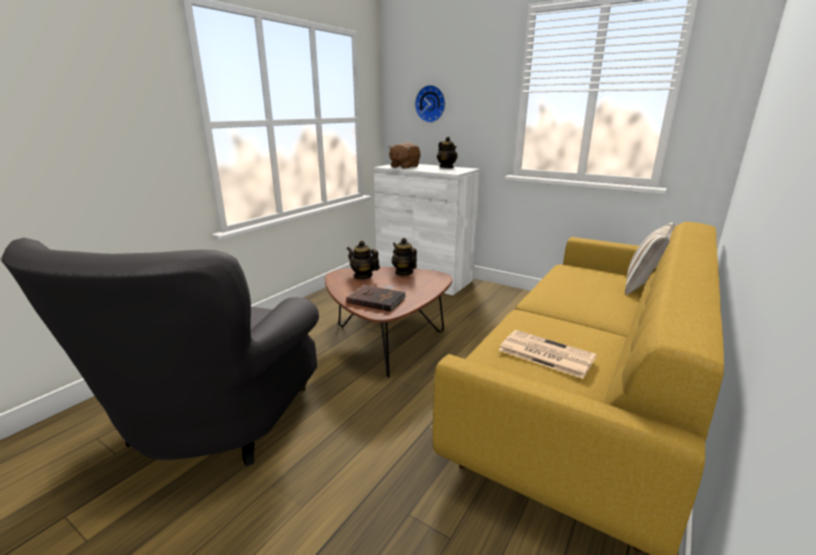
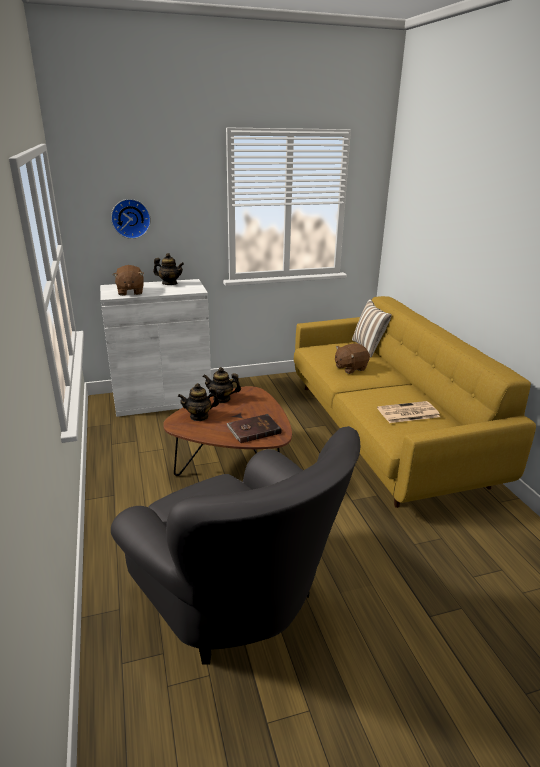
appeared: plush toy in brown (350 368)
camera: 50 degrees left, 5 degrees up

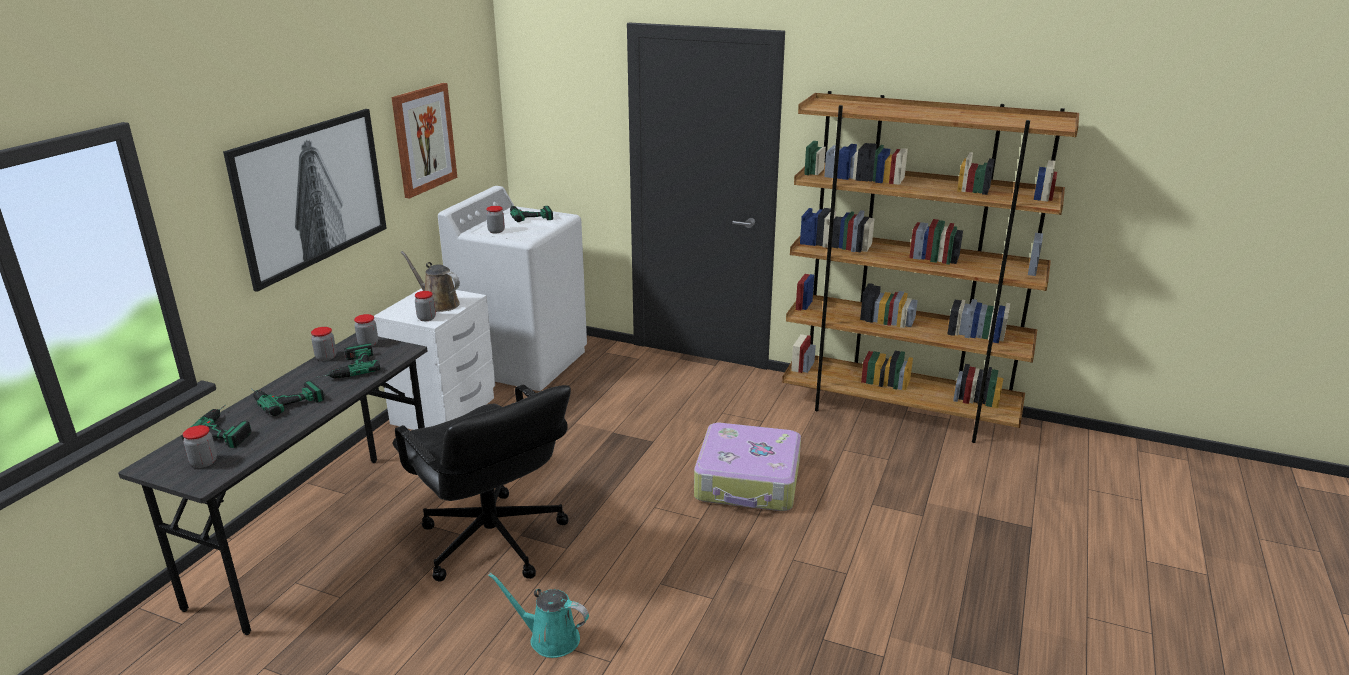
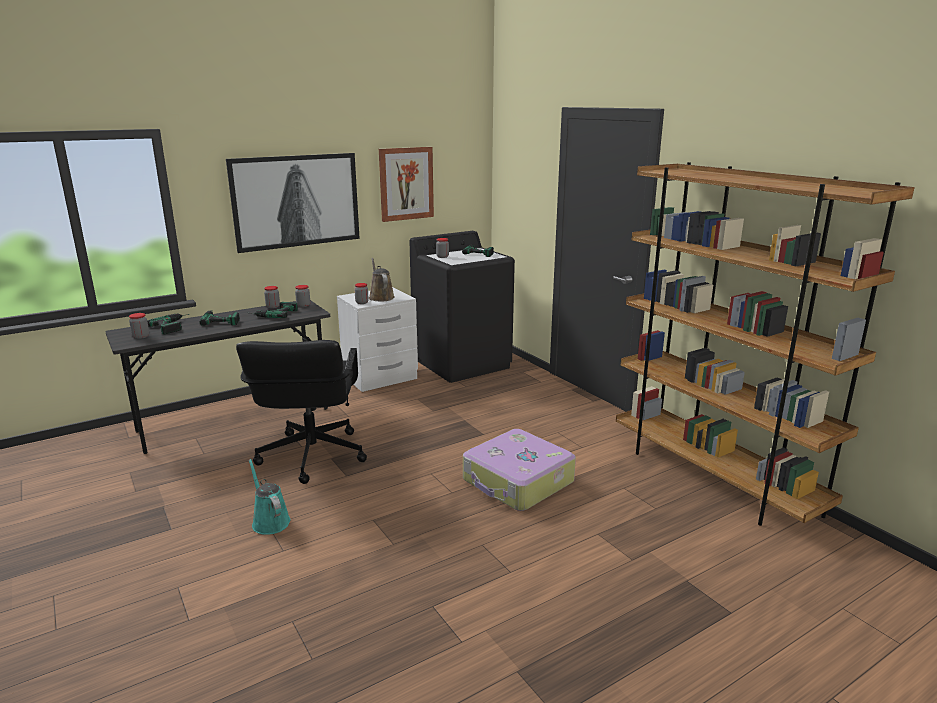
colour: washing machine in white (523 361) to washing machine in black (462 363)
camera: 35 degrees right, 5 degrees down

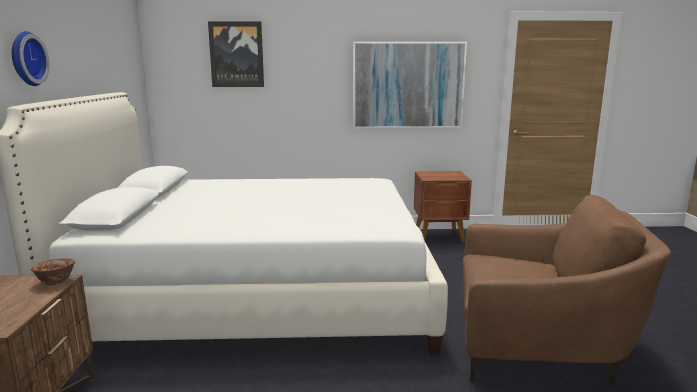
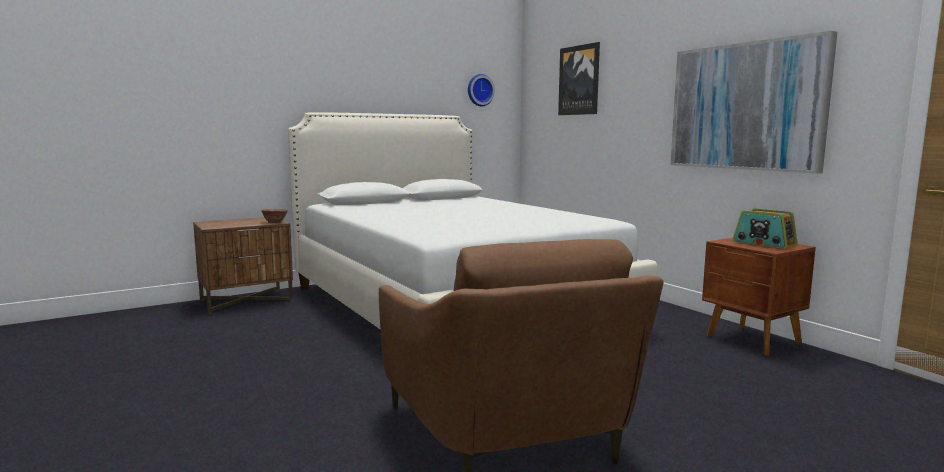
appeared: radio (764 243)
relocated: wall clock (25 59) to (479 90)
camera: 60 degrees right, 5 degrees down

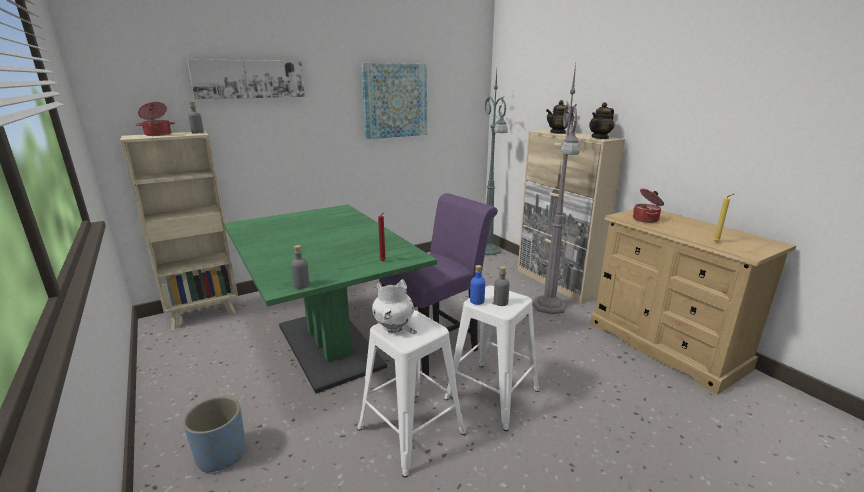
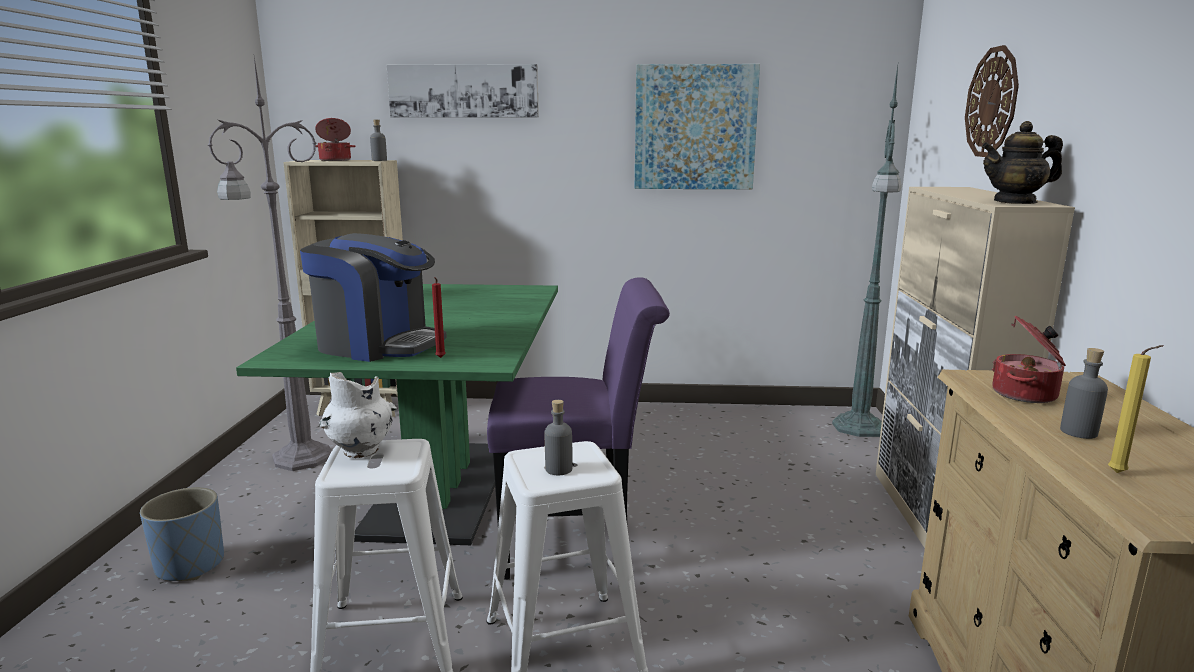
missing: teapot (558 132); bottle in blue (477 301)
appeared: wall clock (992 102); coffee machine (378 345)
relocated: floor lamp in grey (549 306) to (299 458); bottle in grey (301 285) to (1078 432)
camera: 35 degrees right, 5 degrees down

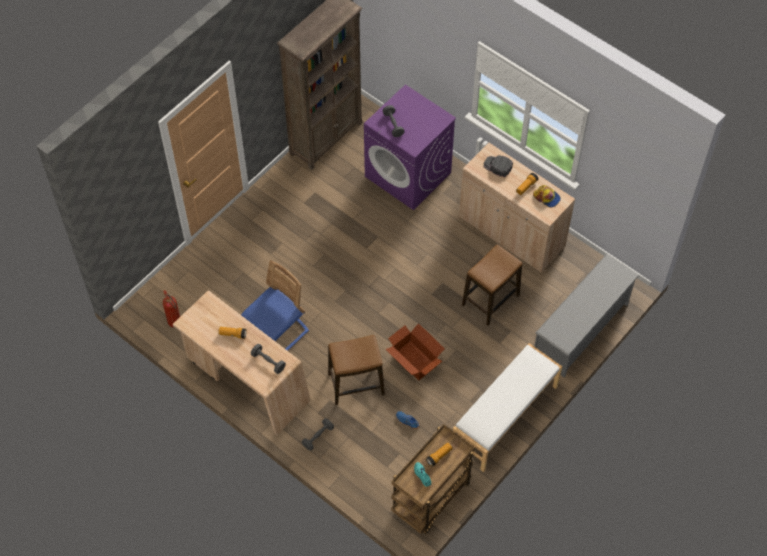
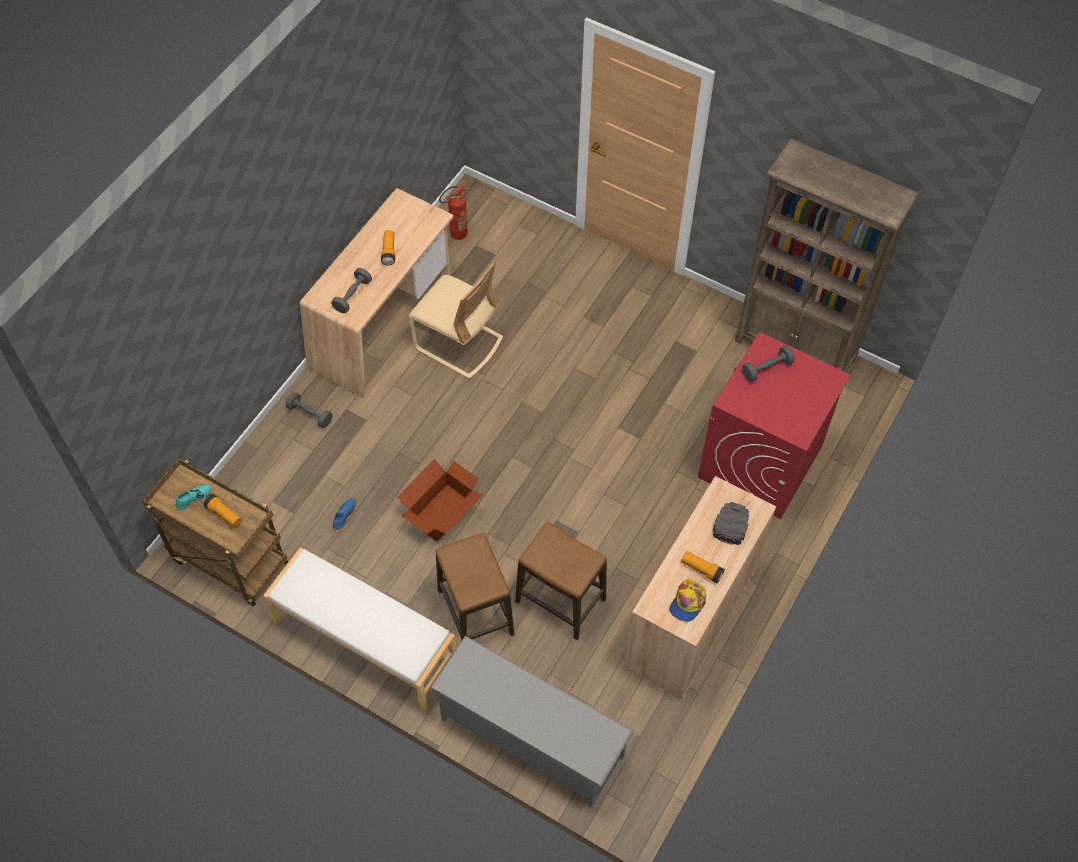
relocated: stool (356 384) to (475 612)
colour: washing machine in purple (408 175) to washing machine in red (760 462); chair in blue (276 334) to chair in beige (458 343)
camera: 80 degrees right, 0 degrees up

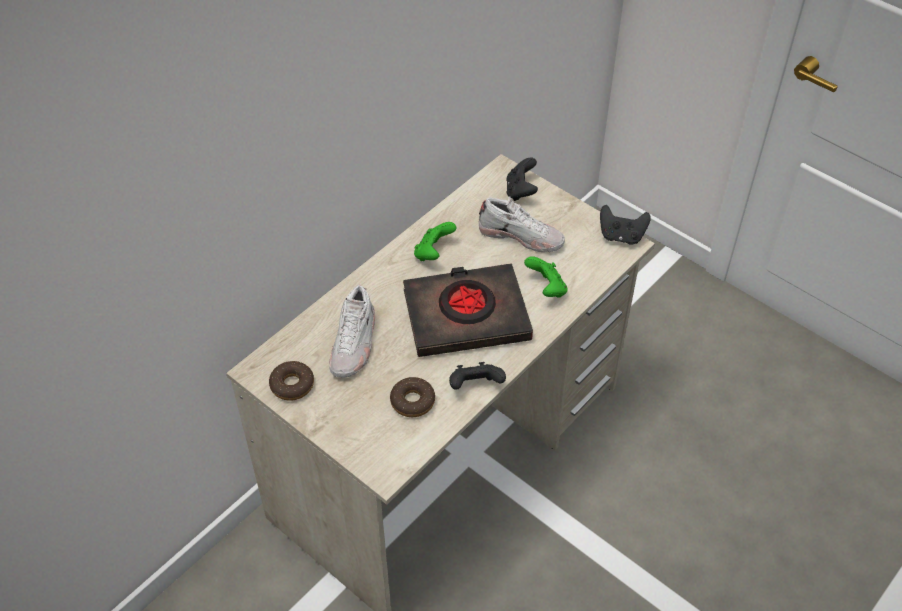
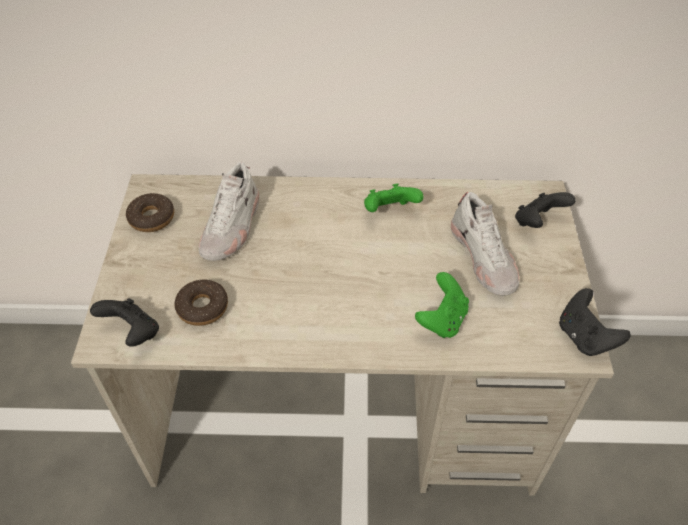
missing: book in black (466 316)
relocated: game controller in black (475 386) to (133 333)
spun: shoe in white (354 344) = (232 227) 45 degrees counterclockwise
camera: 50 degrees right, 0 degrees up

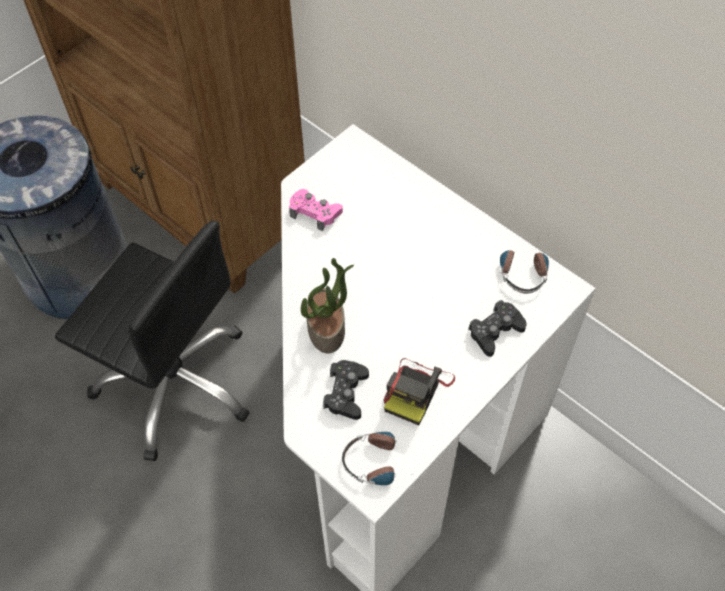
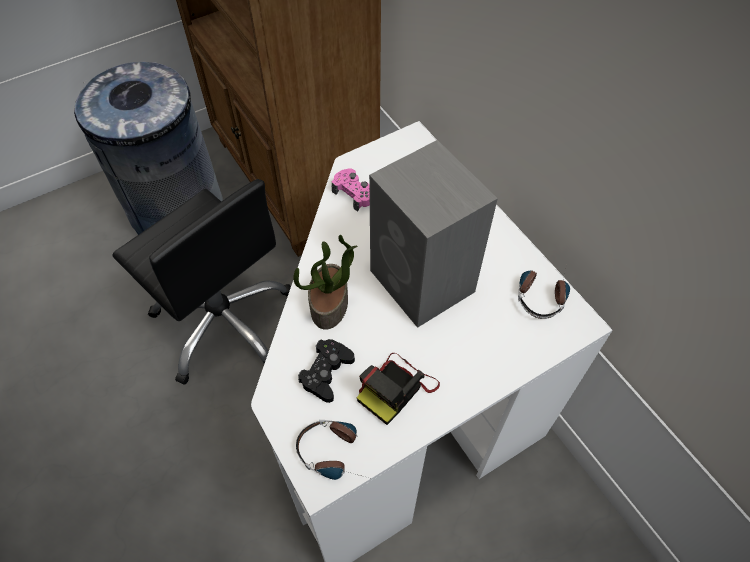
missing: game controller in black (495 331)
appeared: speaker in grey (423 283)
camera: 15 degrees right, 0 degrees up

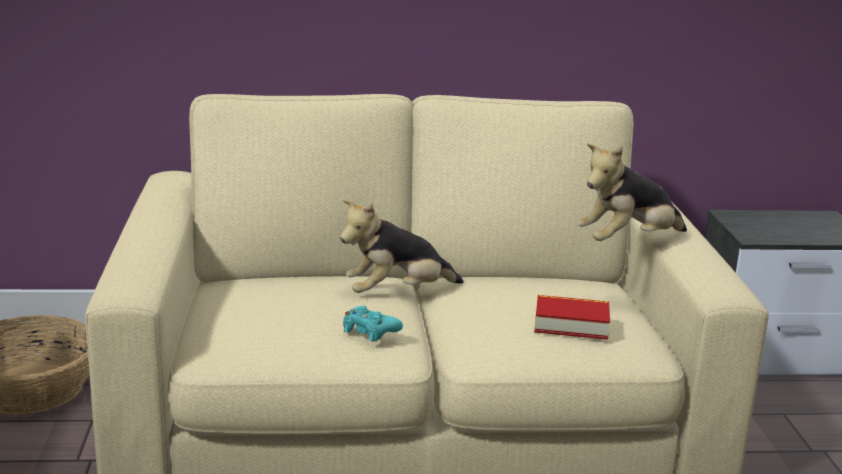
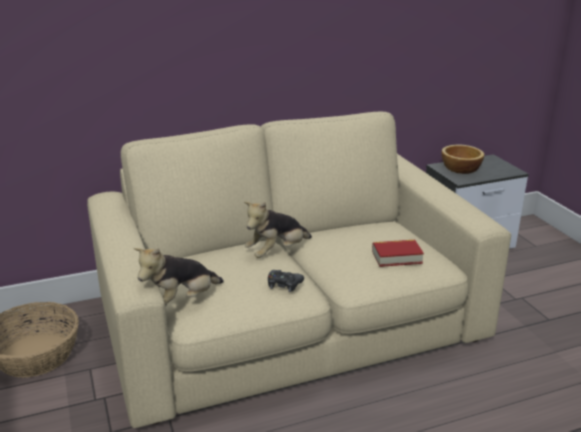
appeared: bowl (460 168)
relocated: plush toy (628 242) to (181 303)
colour: game controller in turquoise (369 331) to game controller in black (284 284)
camera: 15 degrees left, 5 degrees up

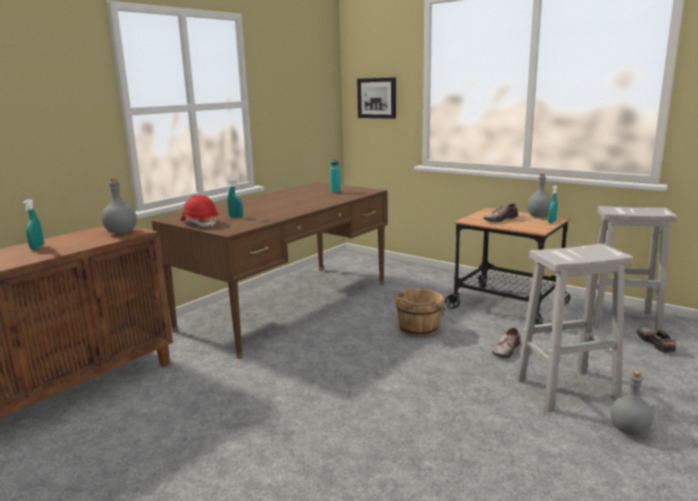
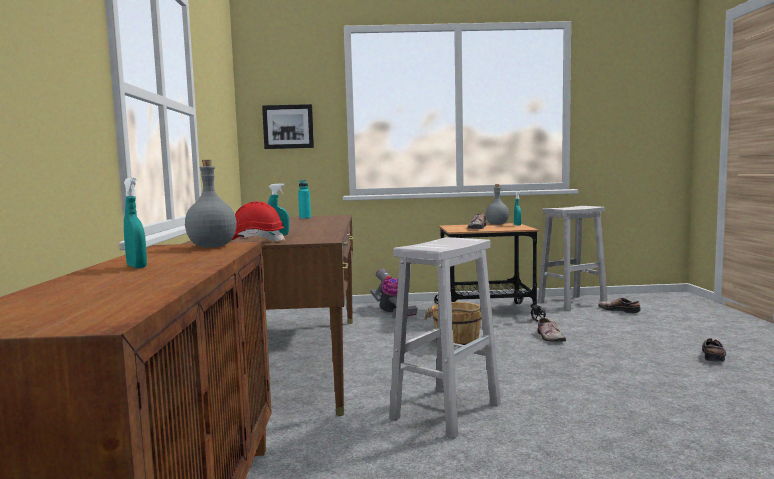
appeared: vacuum cleaner (391 312)
relocated: stool in white (567 389) to (447 410)
exchanged: bottle in grey (628 430) to shoe (715 356)
camera: 40 degrees left, 10 degrees down

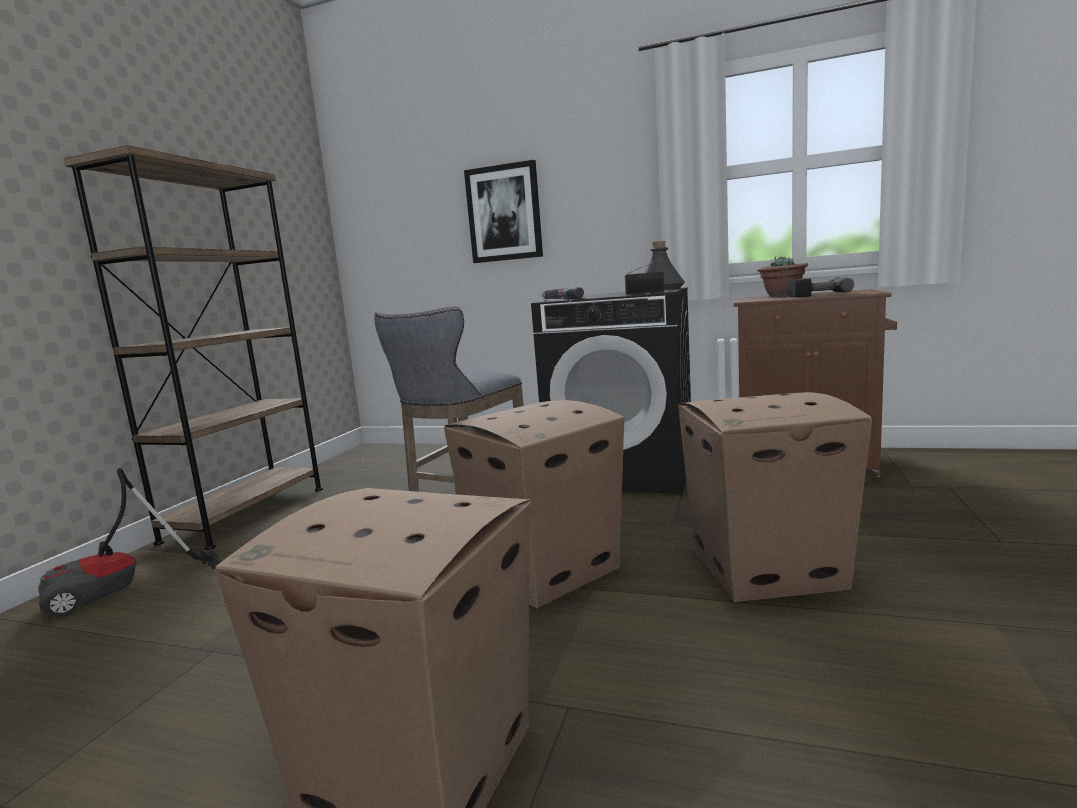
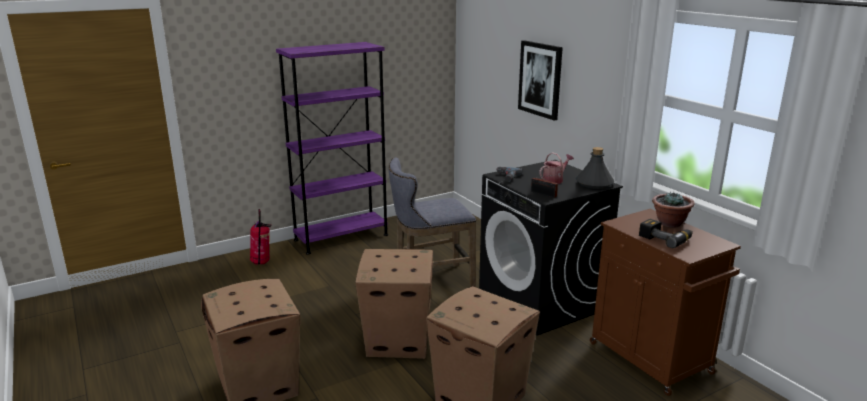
appeared: watering can (554 180)
exchanged: vacuum cleaner (121 592) to fire extinguisher (261 263)
colour: bookcase in brown (246 514) to bookcase in purple (341 237)
camera: 40 degrees right, 10 degrees up

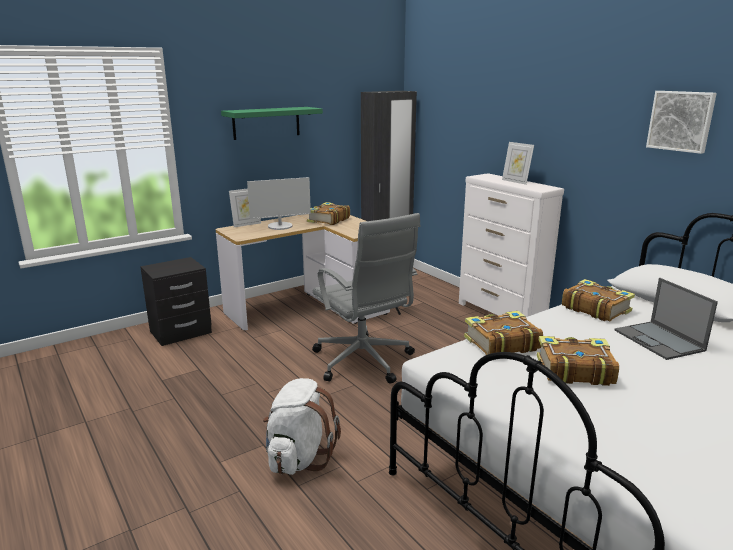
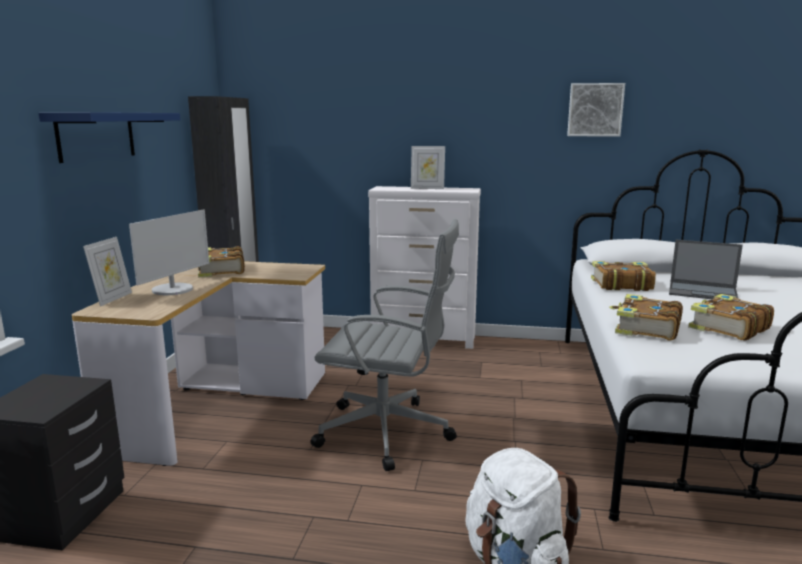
colour: shelf in green (266 123) to shelf in blue (96 136)
camera: 45 degrees left, 5 degrees down

